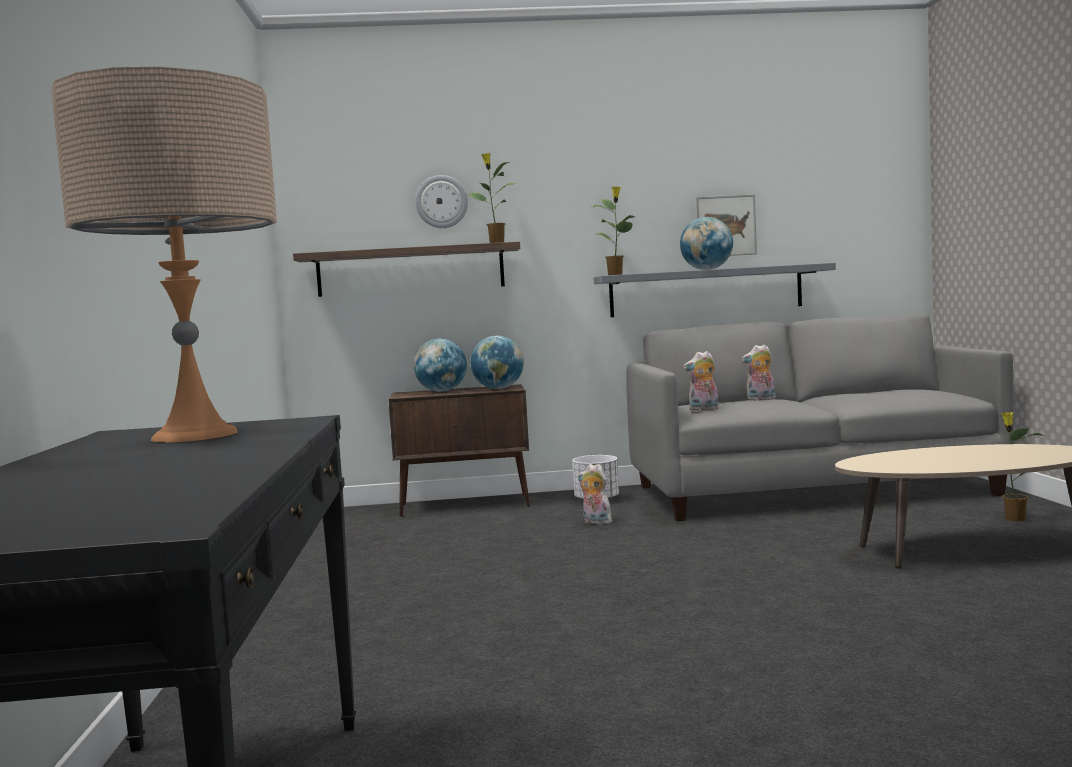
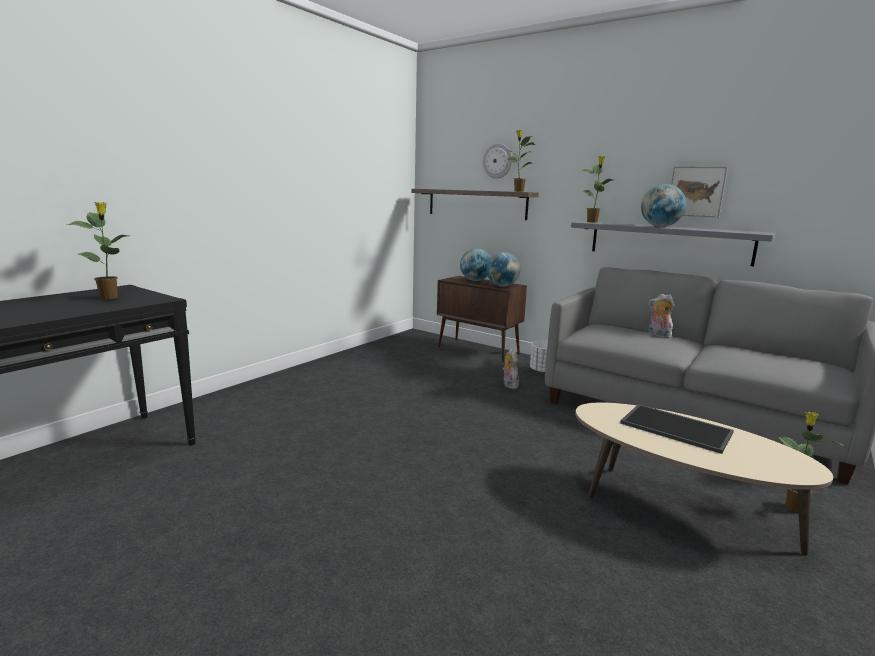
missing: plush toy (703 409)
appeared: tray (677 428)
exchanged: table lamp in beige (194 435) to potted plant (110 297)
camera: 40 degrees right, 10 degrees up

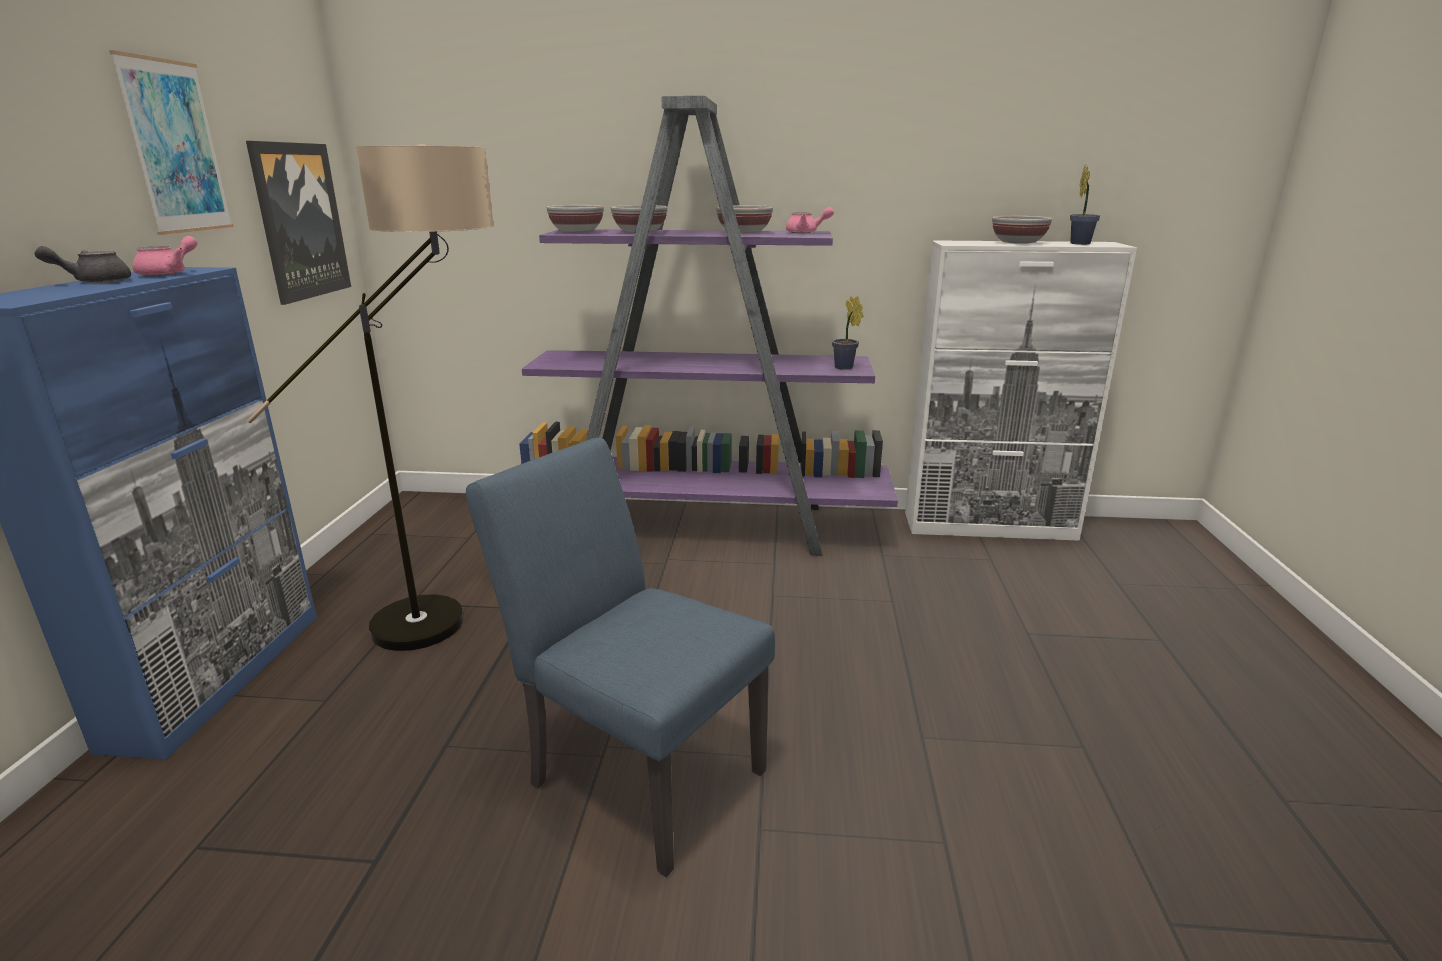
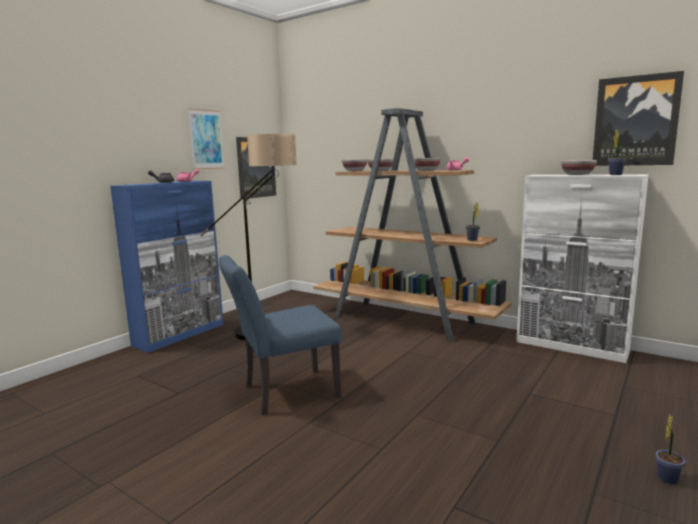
appeared: picture (635 121); potted plant (667 477)
colour: bookcase in purple (701 525) to bookcase in brown (405 320)
spun: chair in blue (635 770) = (283 393) 90 degrees counterclockwise
camera: 30 degrees right, 10 degrees down

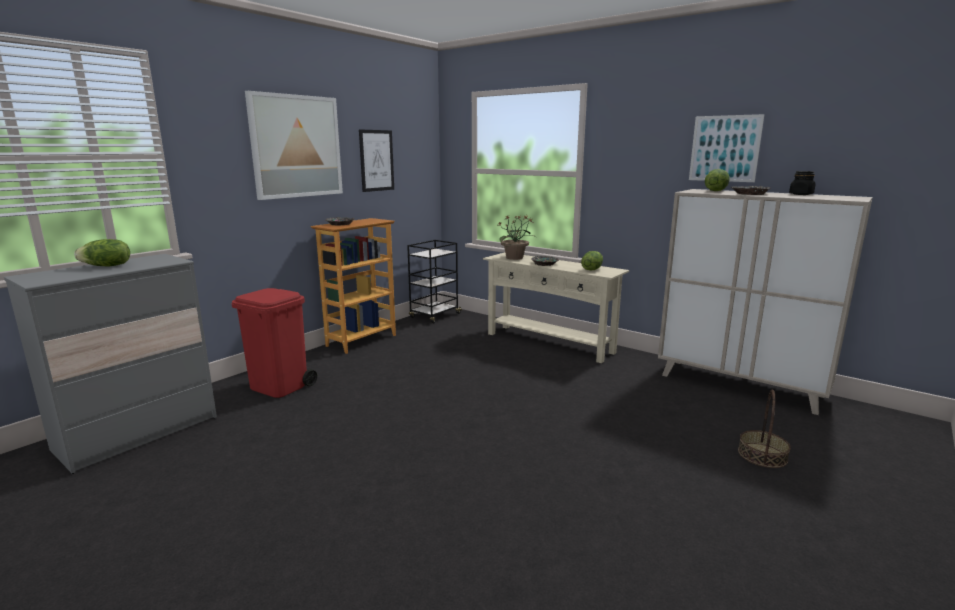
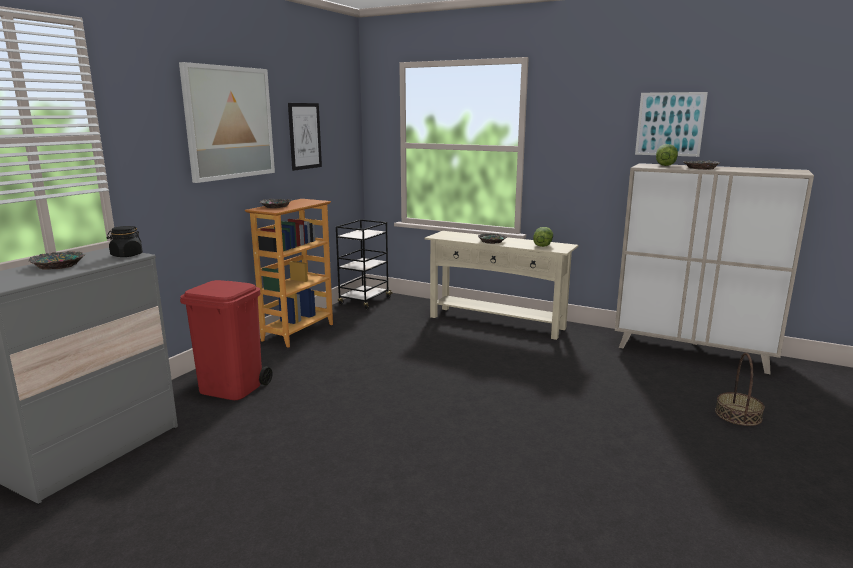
missing: potted plant (515 258)
relocated: jar in black (801 194) to (126 255)
exchanged: lettuce (107 266) to bowl (60 265)
camera: 10 degrees left, 0 degrees up

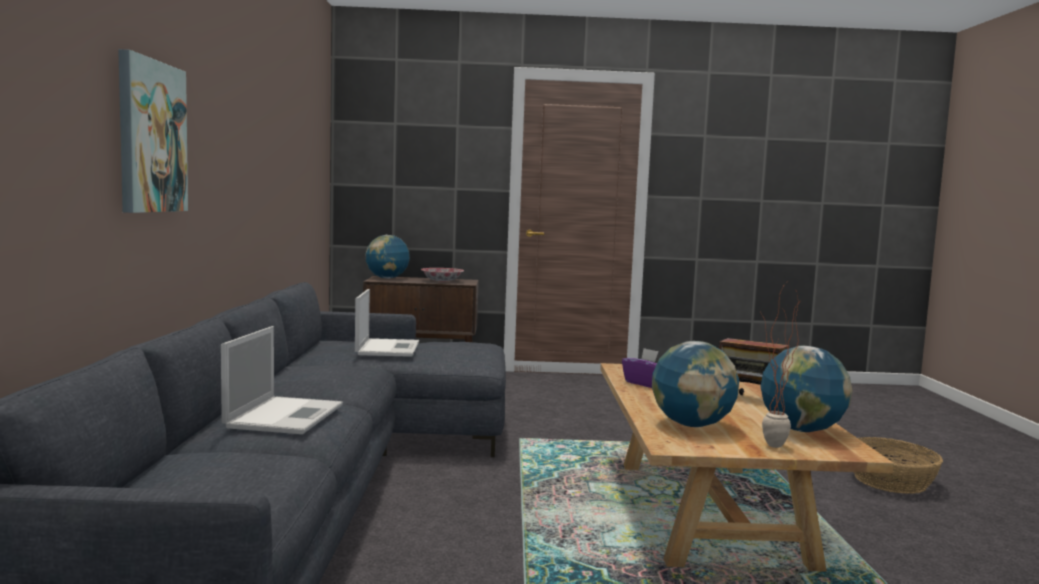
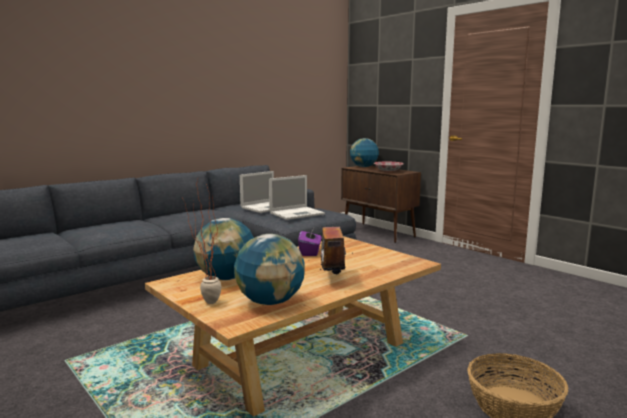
missing: picture (150 137)
relocated: laptop (285 415) to (297 213)
camera: 50 degrees right, 5 degrees up

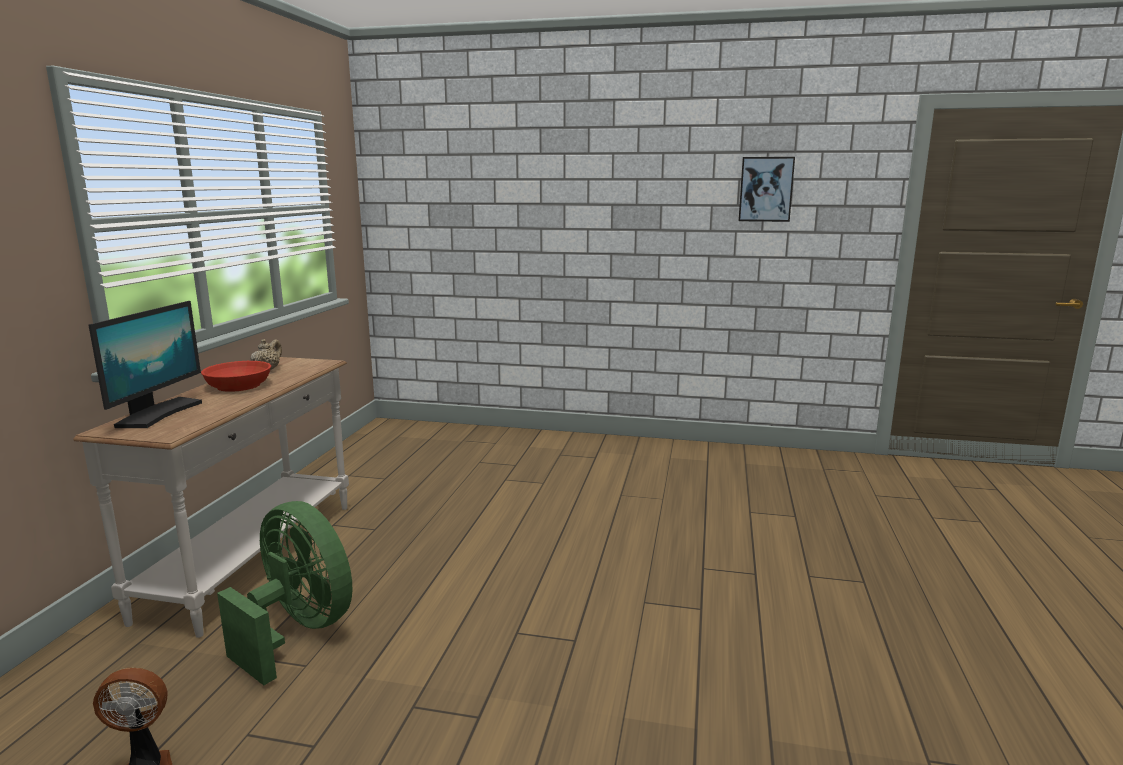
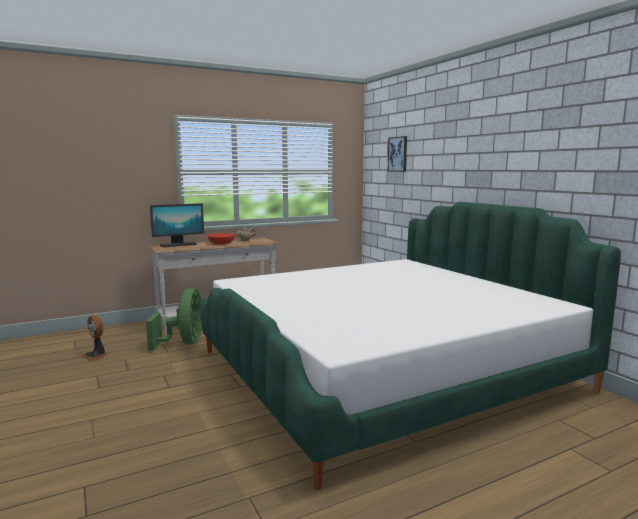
appeared: bed (383 370)
relocated: picture (766 189) to (398 154)
camera: 50 degrees right, 5 degrees down

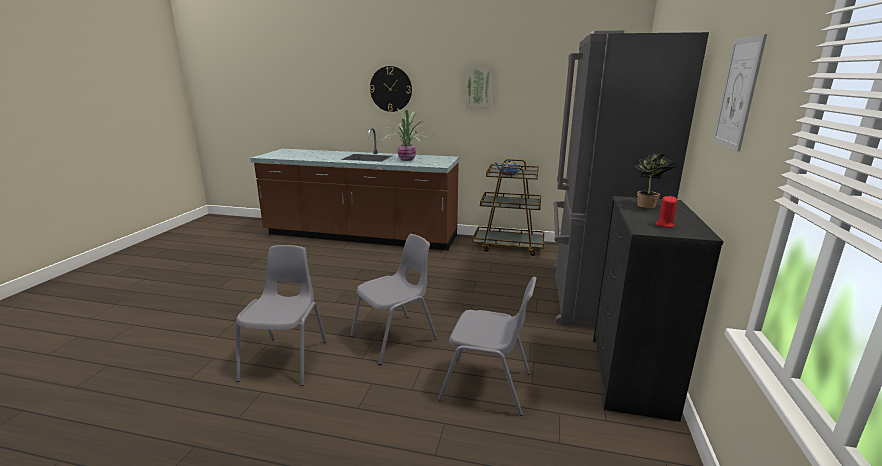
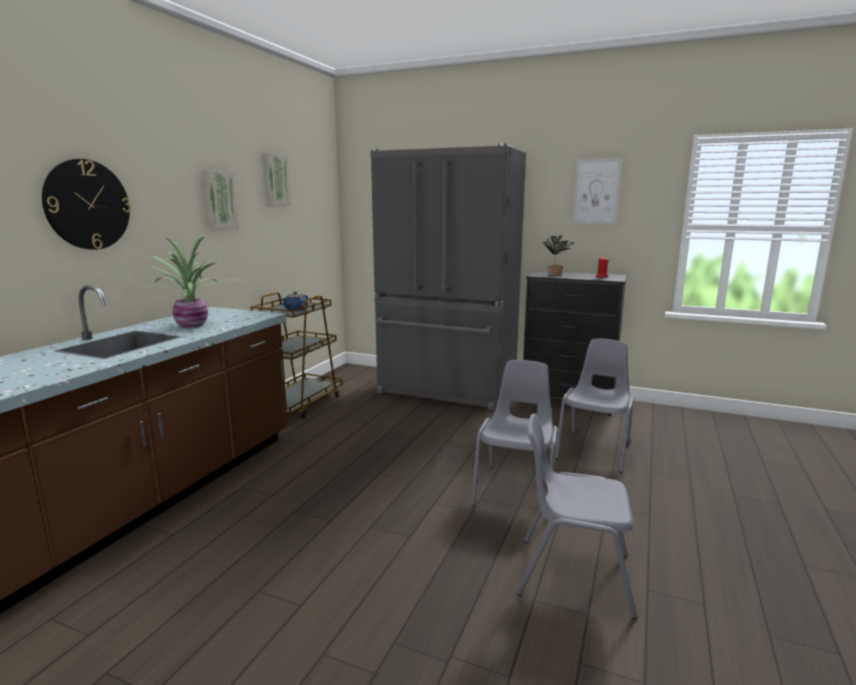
appeared: picture (275 180)
spun: chair in grey (395 338) = (516 489) 45 degrees clockwise
camera: 80 degrees left, 5 degrees down

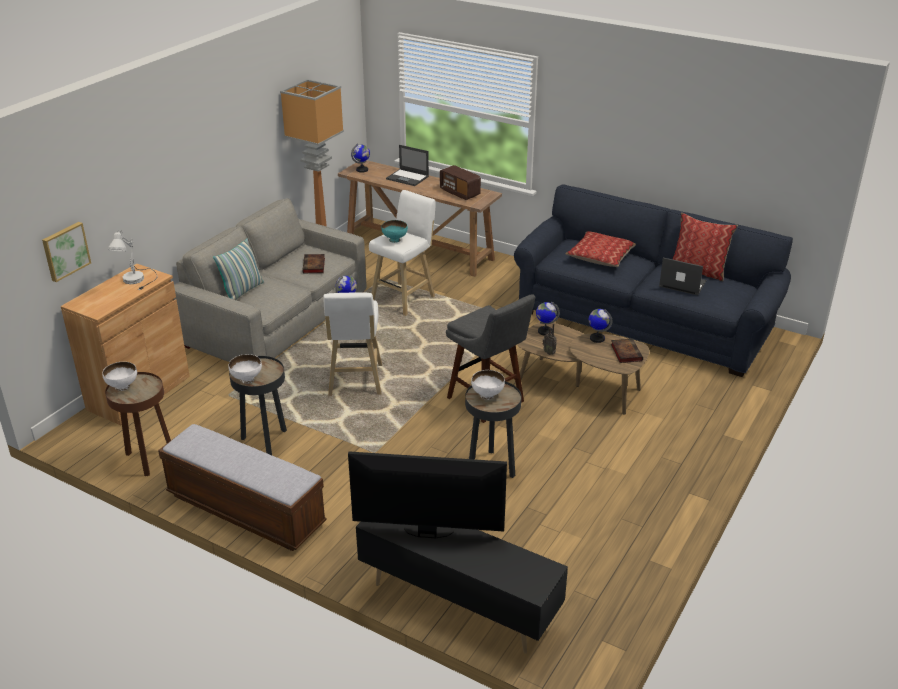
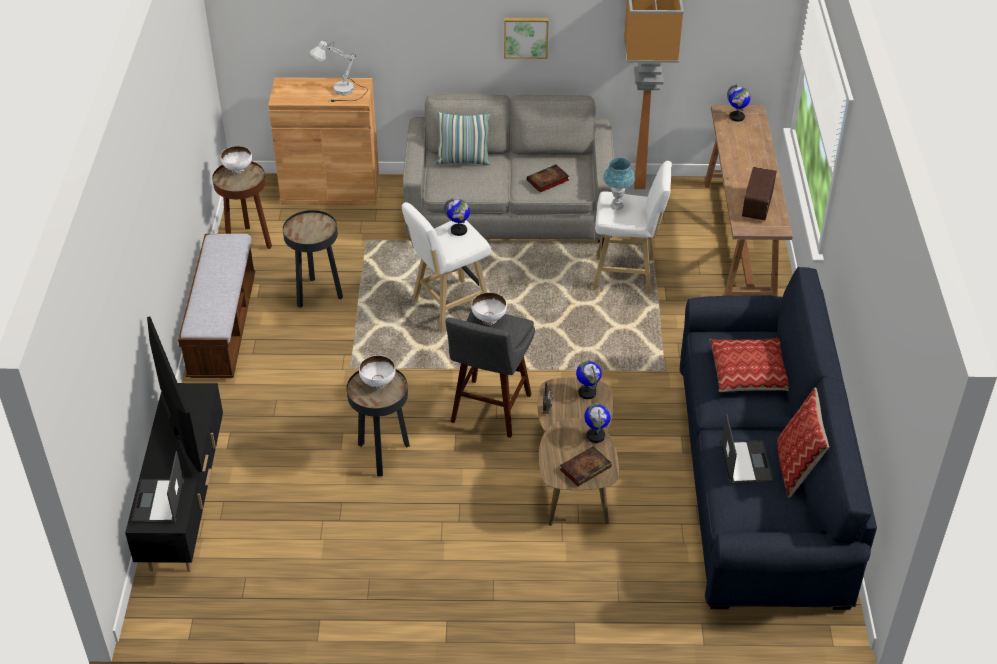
relocated: laptop (408 178) to (158 502); picture (65 251) to (526 37); bowl in white (247 379) to (489 319)
exchanged: bowl in turquoise (395 240) to table lamp in blue (617 206)
camera: 60 degrees right, 10 degrees up

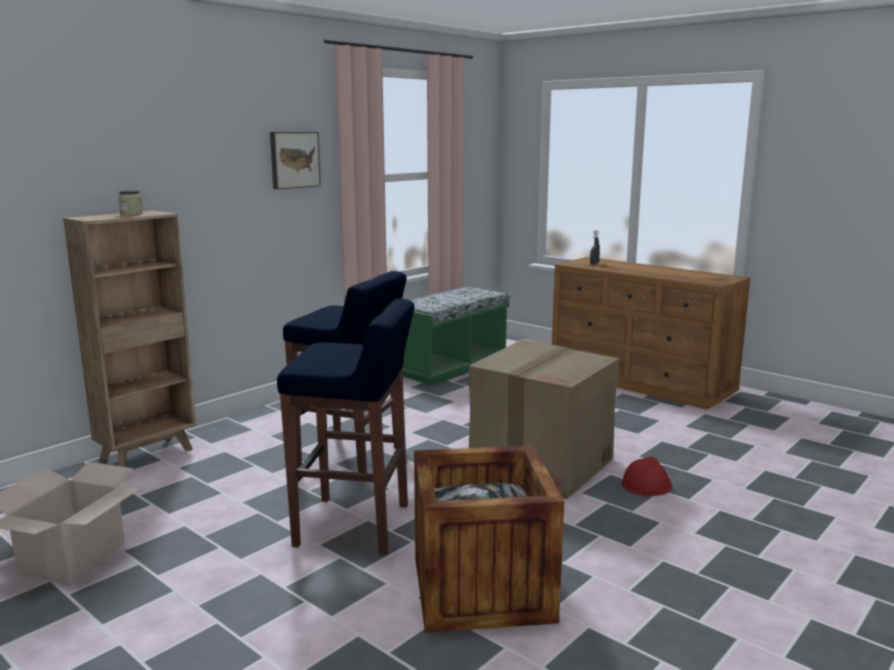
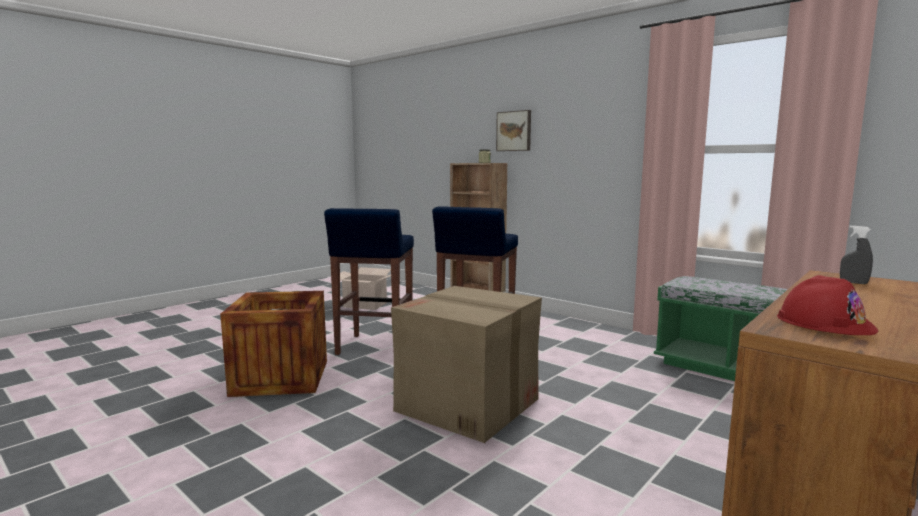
relocated: picture (294 160) to (514 131); hard hat in red (646 485) to (824 323)
camera: 90 degrees right, 5 degrees down

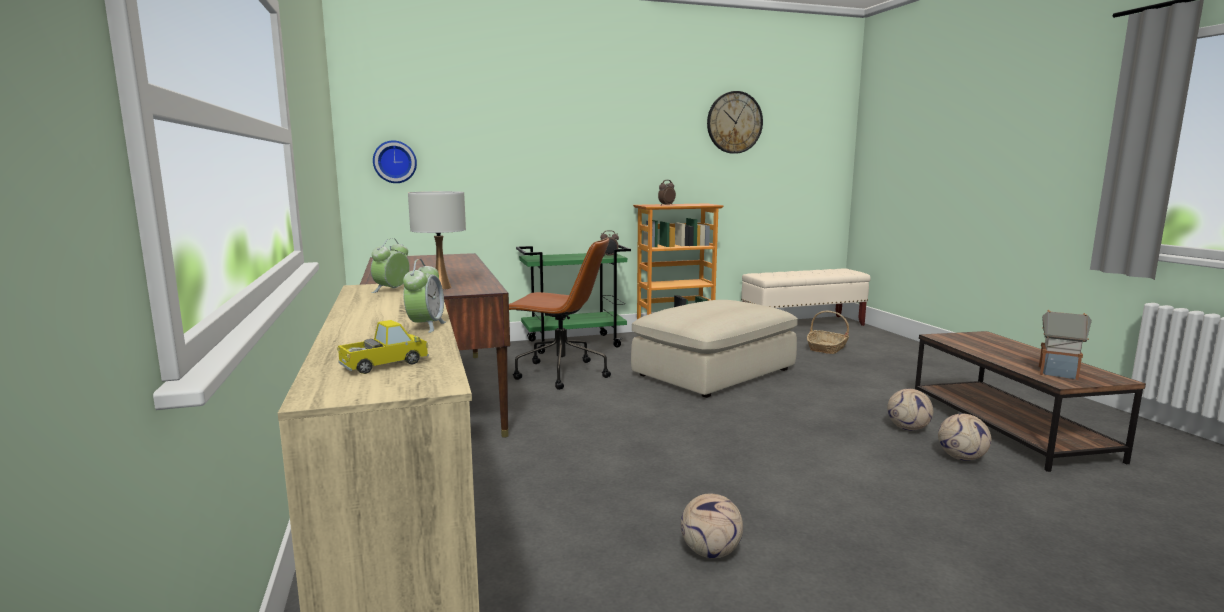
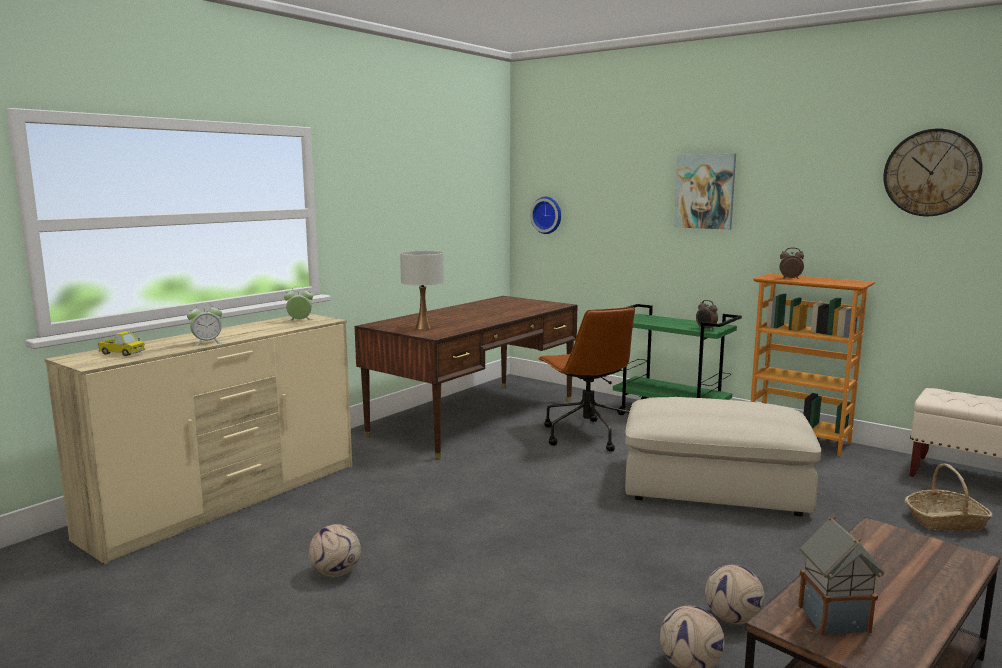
appeared: picture (705 191)
camera: 55 degrees right, 0 degrees up

